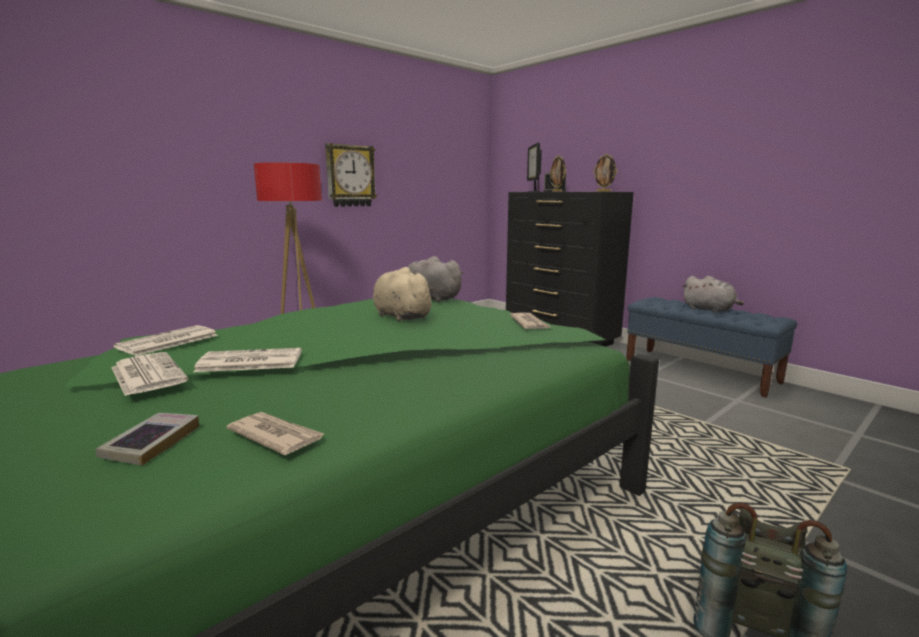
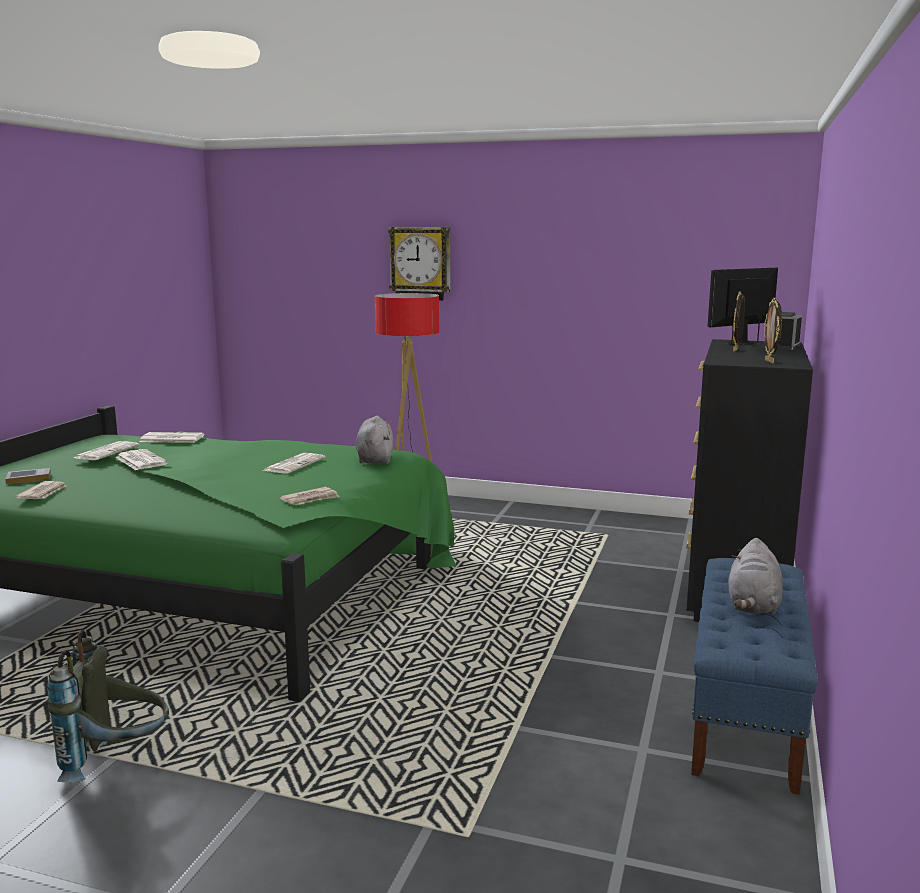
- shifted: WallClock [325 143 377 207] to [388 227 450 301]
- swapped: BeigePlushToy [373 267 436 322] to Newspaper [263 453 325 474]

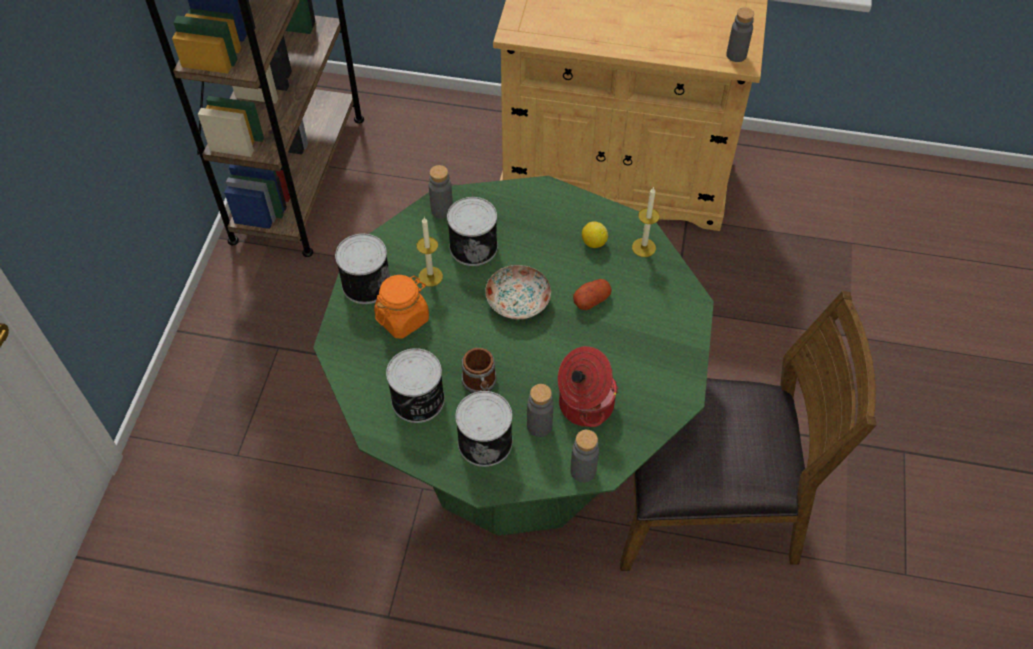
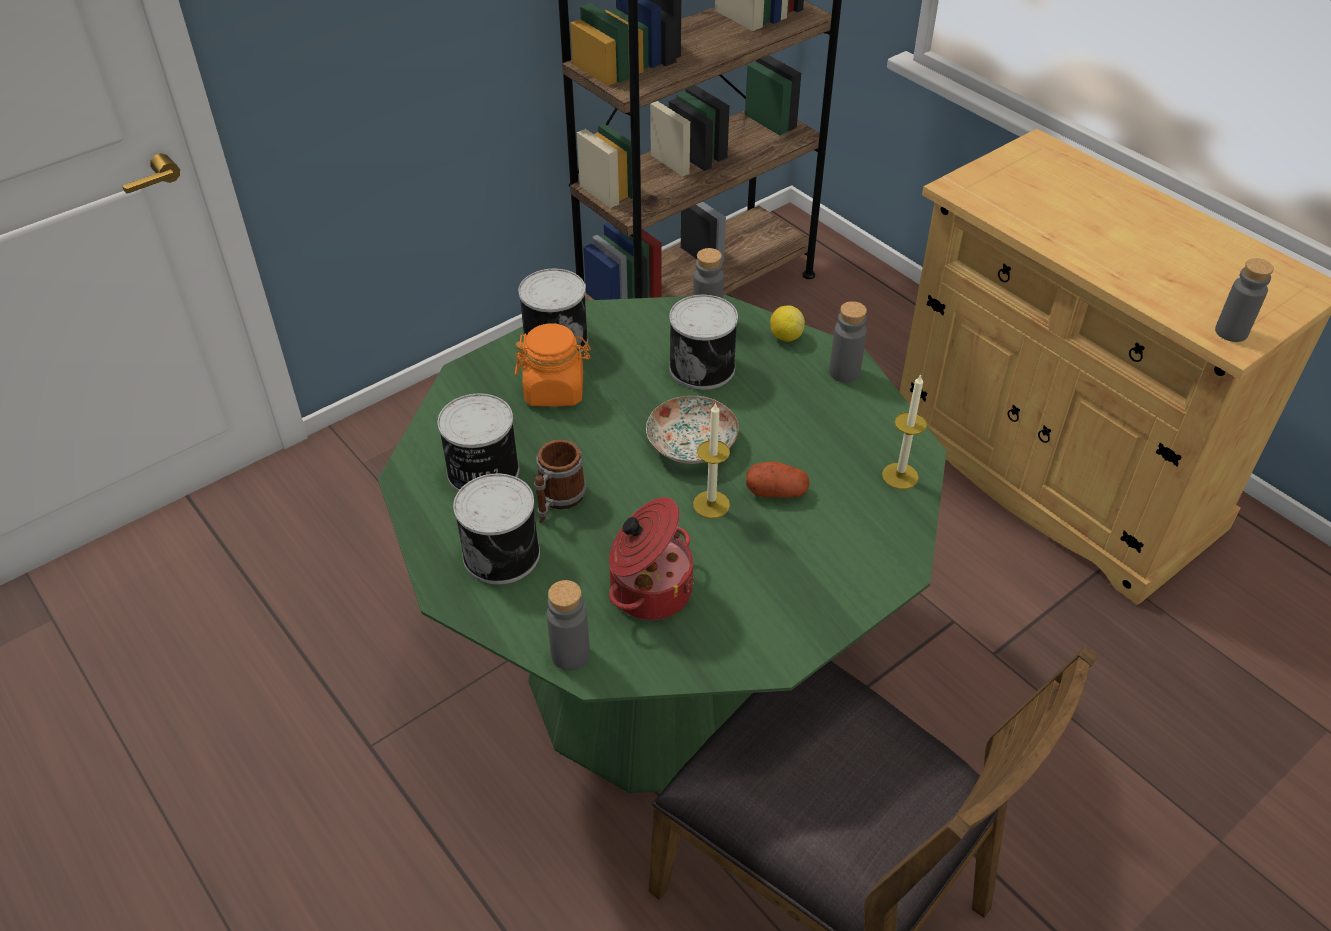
- shifted: Candle [416 217 443 286] to [693 402 730 519]
- shifted: Lemon [582 221 608 248] to [770 305 805 342]
- shifted: GreyBottle [527 384 553 437] to [829 301 867 383]

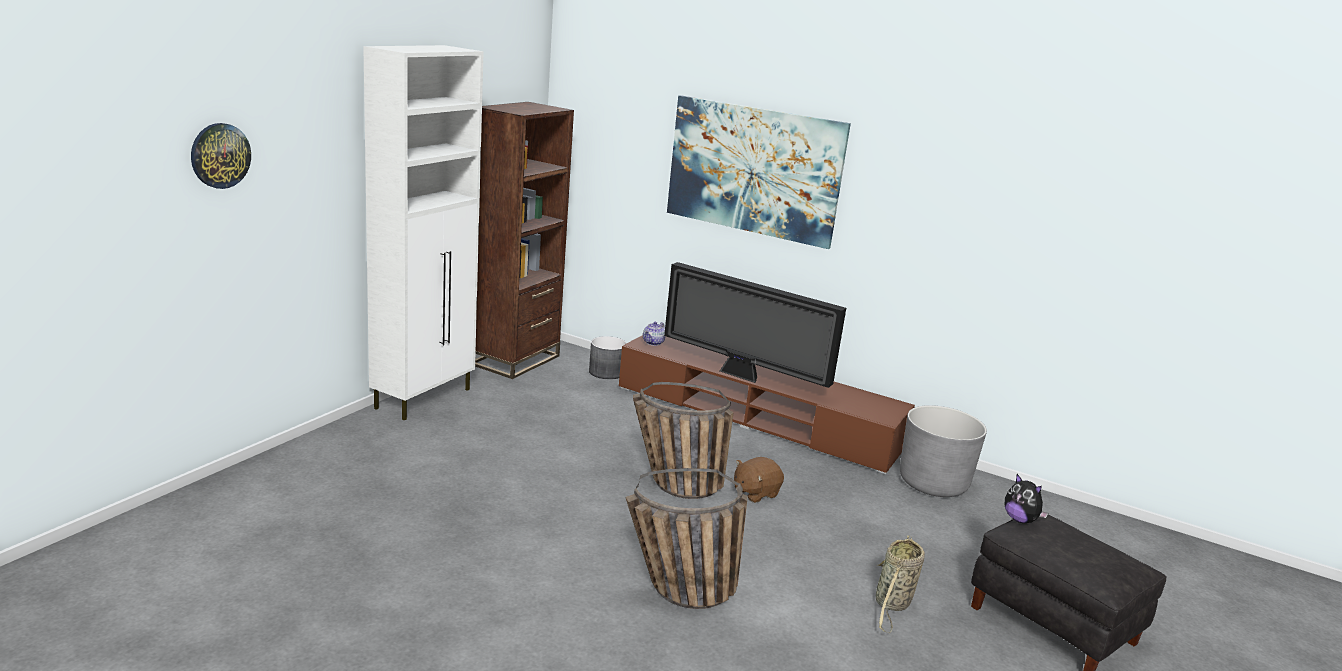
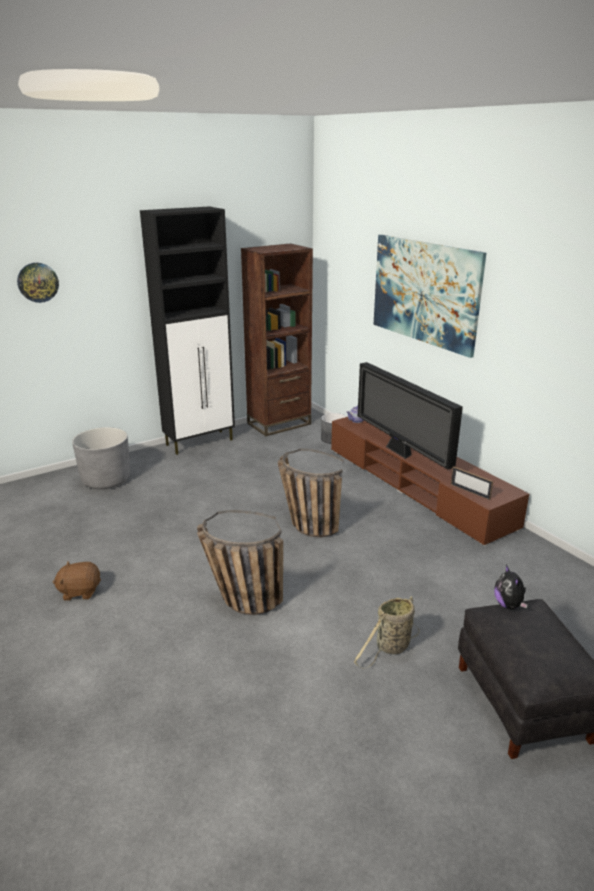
- repainted: WhiteCabinet [363 45 484 421] to BlackCabinet [140 206 235 455]
- shifted: GreyPlanter [900 405 987 497] to [72 427 130 489]
- shifted: BrownPlushToy [734 457 784 503] to [53 561 101 601]
- new: PictureFrame [451 466 493 500]

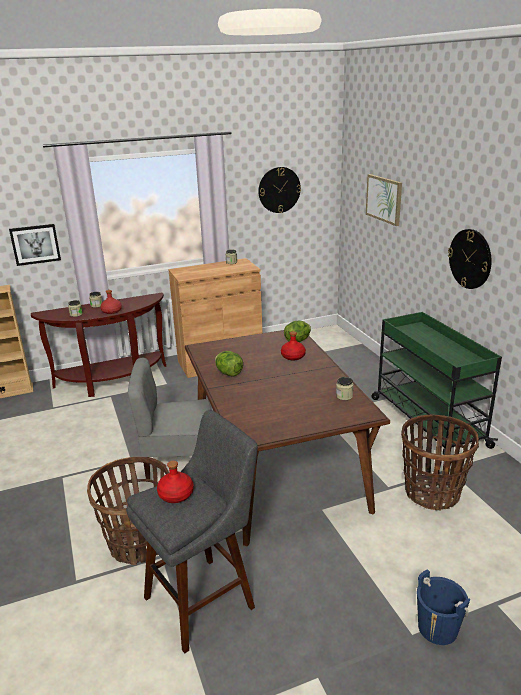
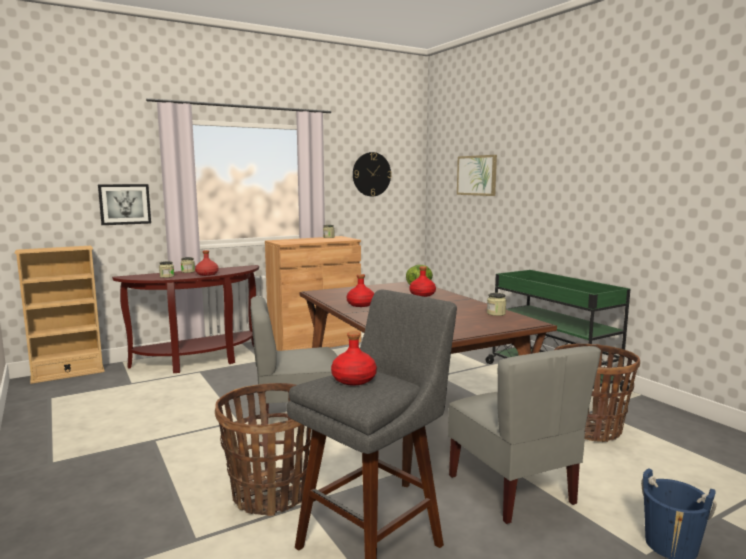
- gone: WallClock [448 229 492 289]
- swapped: Lettuce [215 351 243 377] to RedBottle [347 274 374 307]
- new: GreyChair [448 346 601 524]

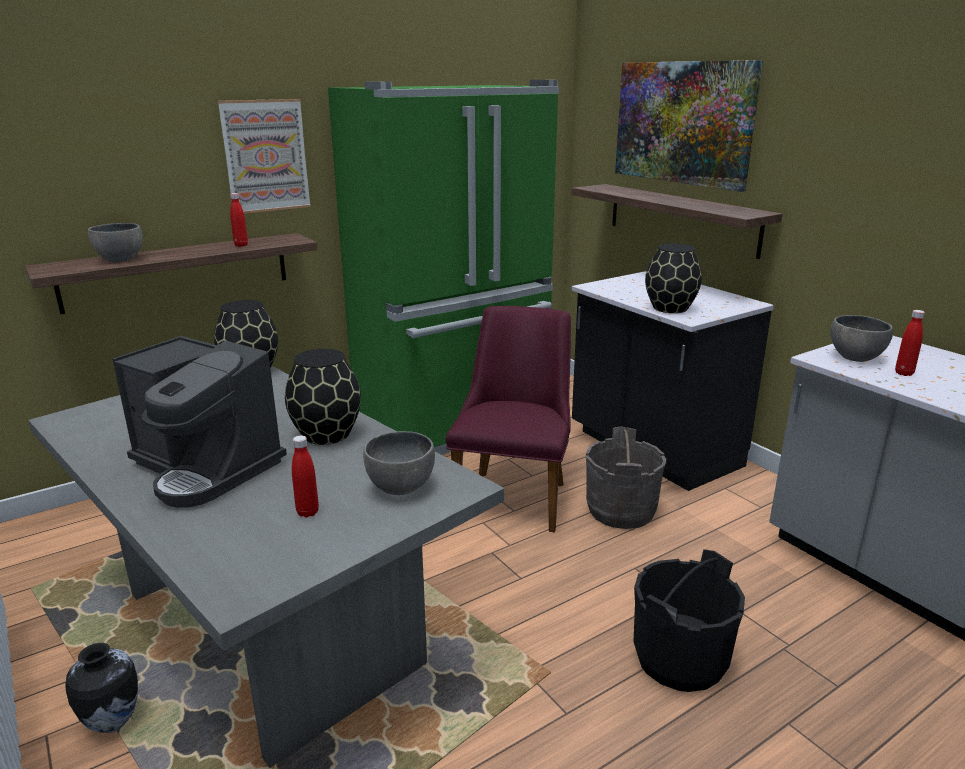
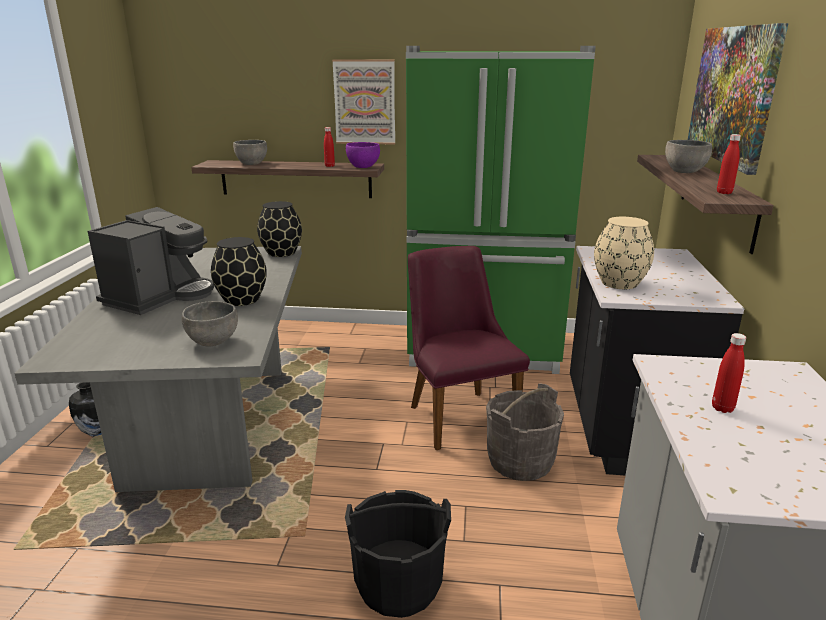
- repainted: BlackVase [645 244 702 313] to BeigeVase [594 217 654 289]
- rotated: PurpleChair [446 306 571 532] = [408 246 530 450] 75 degrees counterclockwise
- shifted: GreyBowl [831 315 893 362] to [665 140 712 173]
- rotated: CoffeeMachine [113 336 287 508] = [87 207 214 315] 135 degrees counterclockwise
- shifted: RedBottle [292 435 319 517] to [717 134 741 194]
- new: PurpleBowl [346 142 380 168]

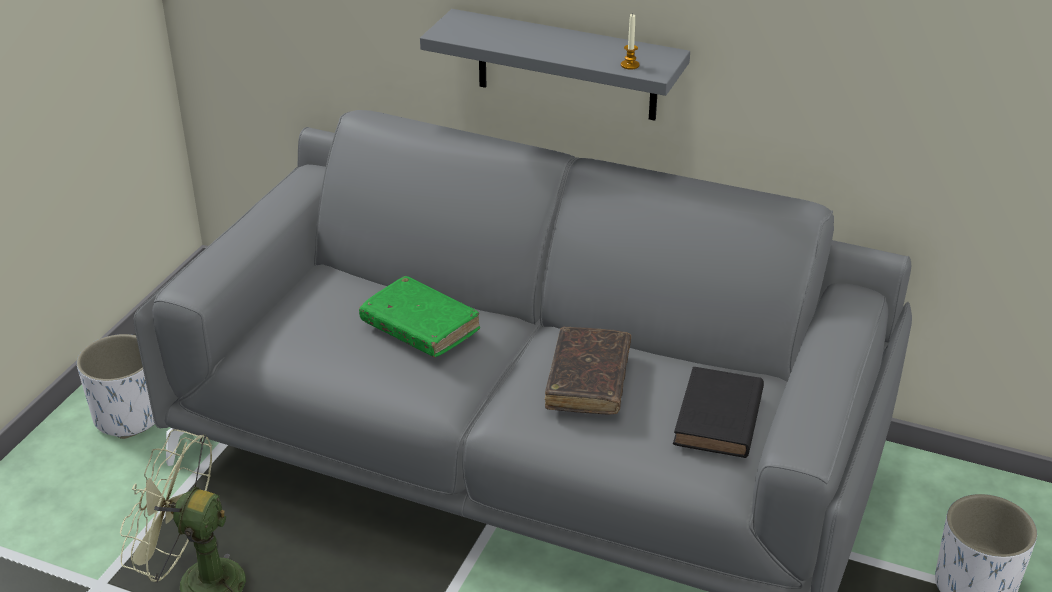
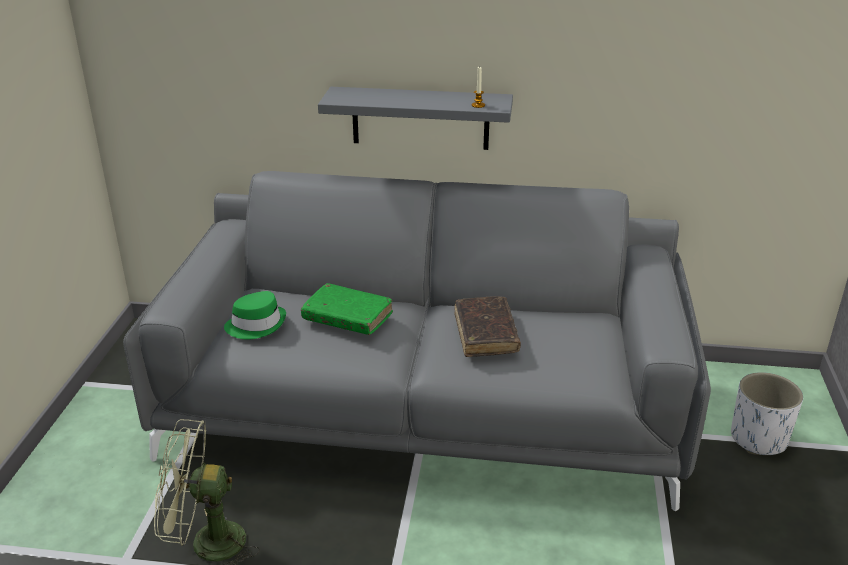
- gone: WhitePlanter [77 334 155 439]
- gone: BlackBook [673 367 764 458]
- new: GreenHat [224 291 286 340]

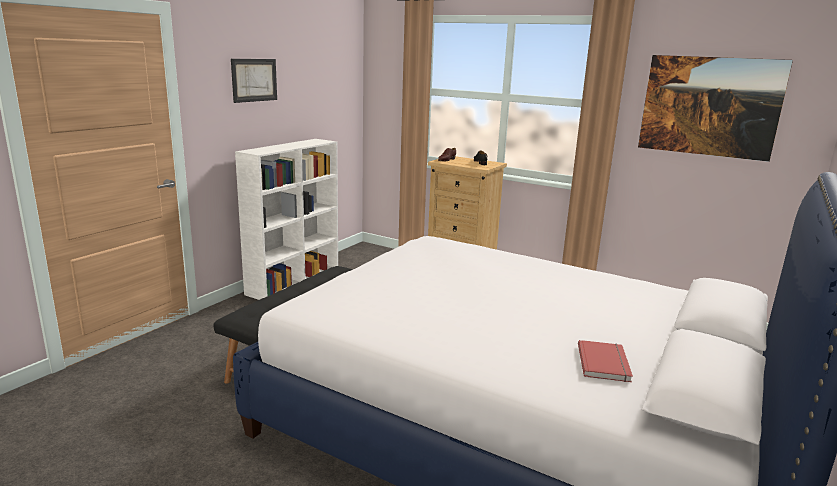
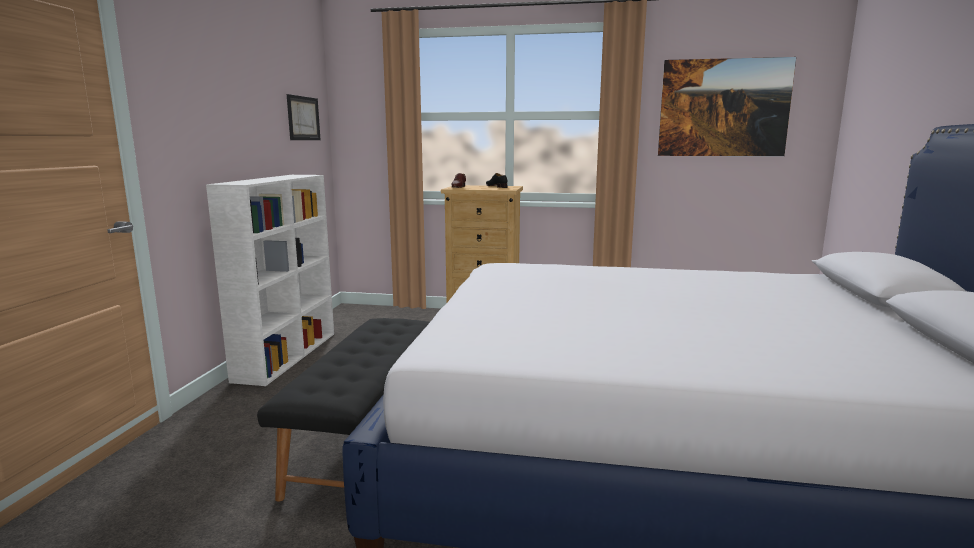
- shifted: Picture [231 59 277 103] to [287 94 321 140]
- gone: RedBook [578 340 633 382]

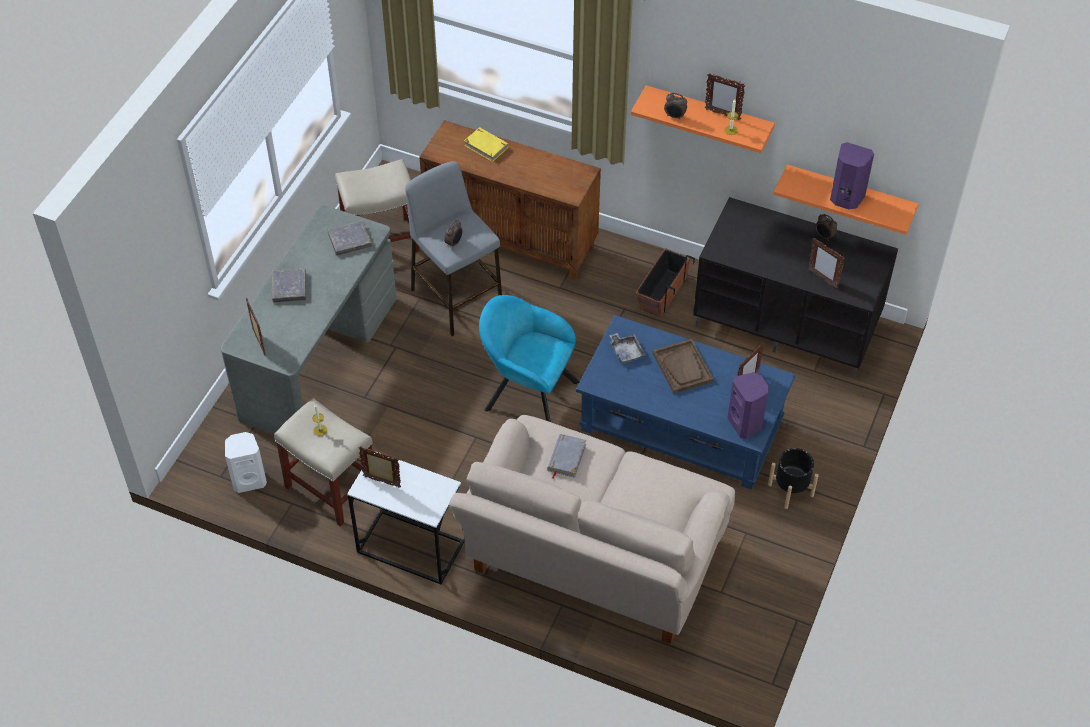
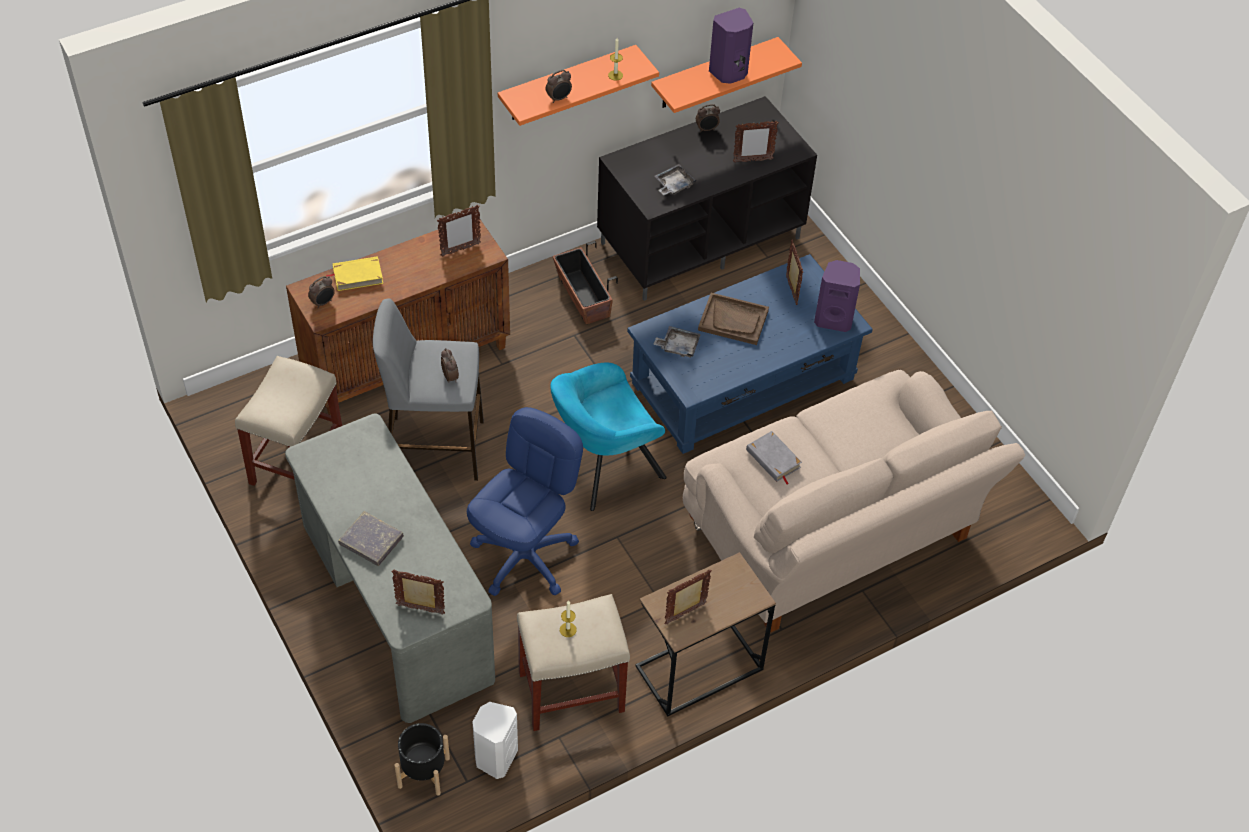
- shifted: PictureFrame [705 73 745 120] to [437 205 481 256]
- gone: GreyBook [328 220 372 255]
- shifted: BlackPlanter [768 448 819 509] to [394 723 450 796]
- repainted: WhiteSideTable [347 450 464 584] to BrownSideTable [636 552 776 716]
- new: GreyTray [655 164 697 195]
- new: AlarmClock [308 276 335 308]
- new: BlueOfficeChair [467 407 583 596]

